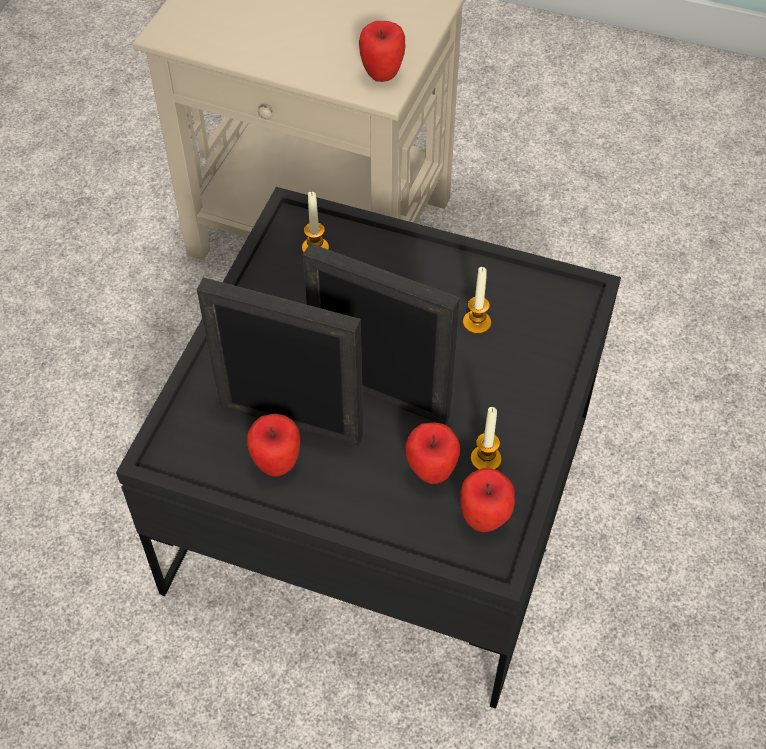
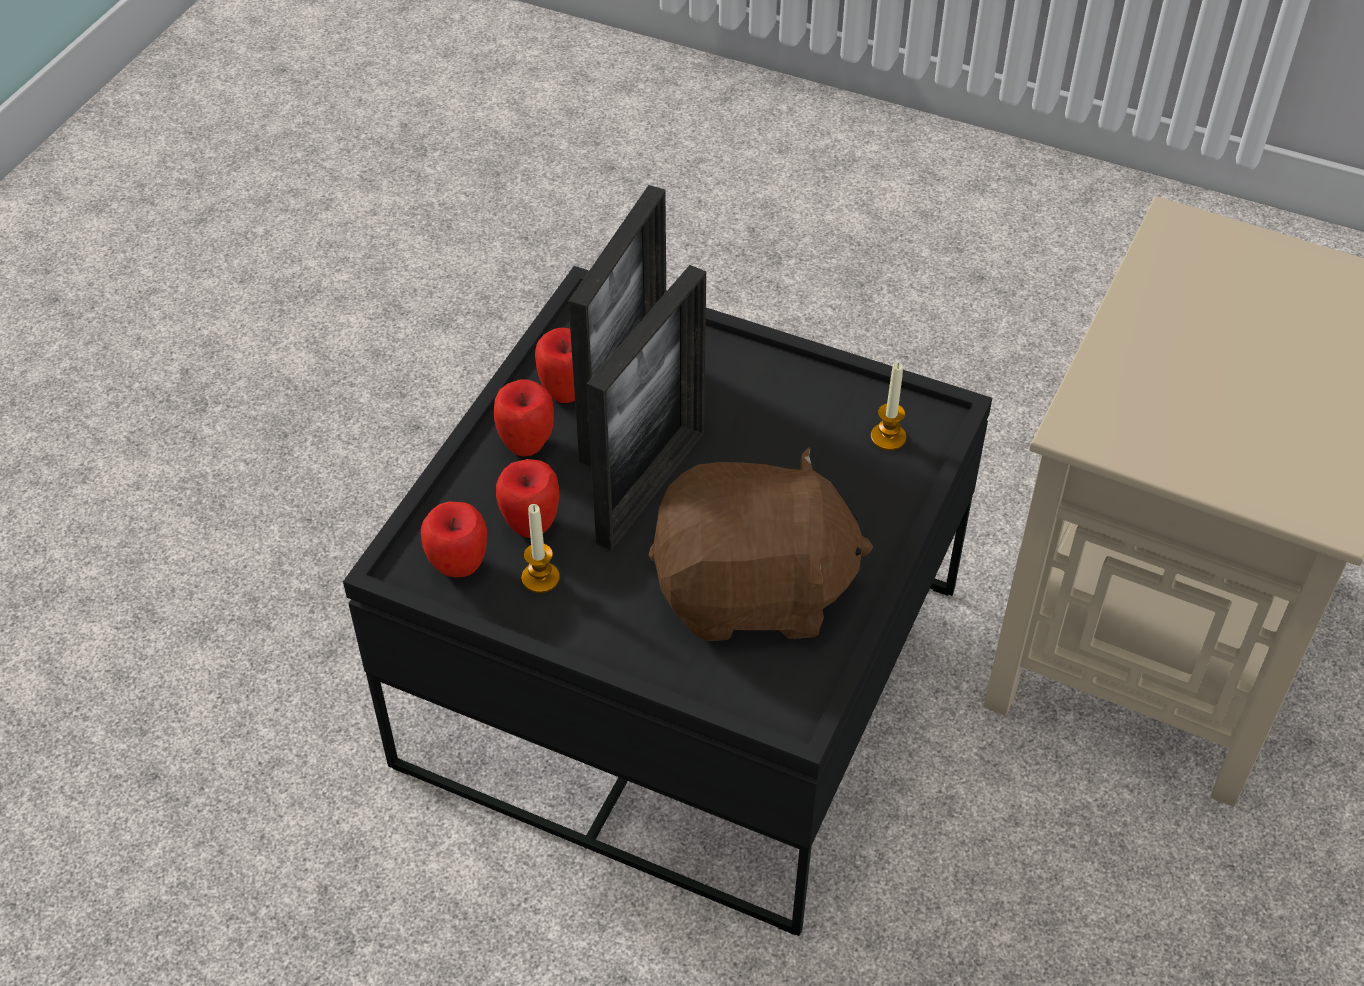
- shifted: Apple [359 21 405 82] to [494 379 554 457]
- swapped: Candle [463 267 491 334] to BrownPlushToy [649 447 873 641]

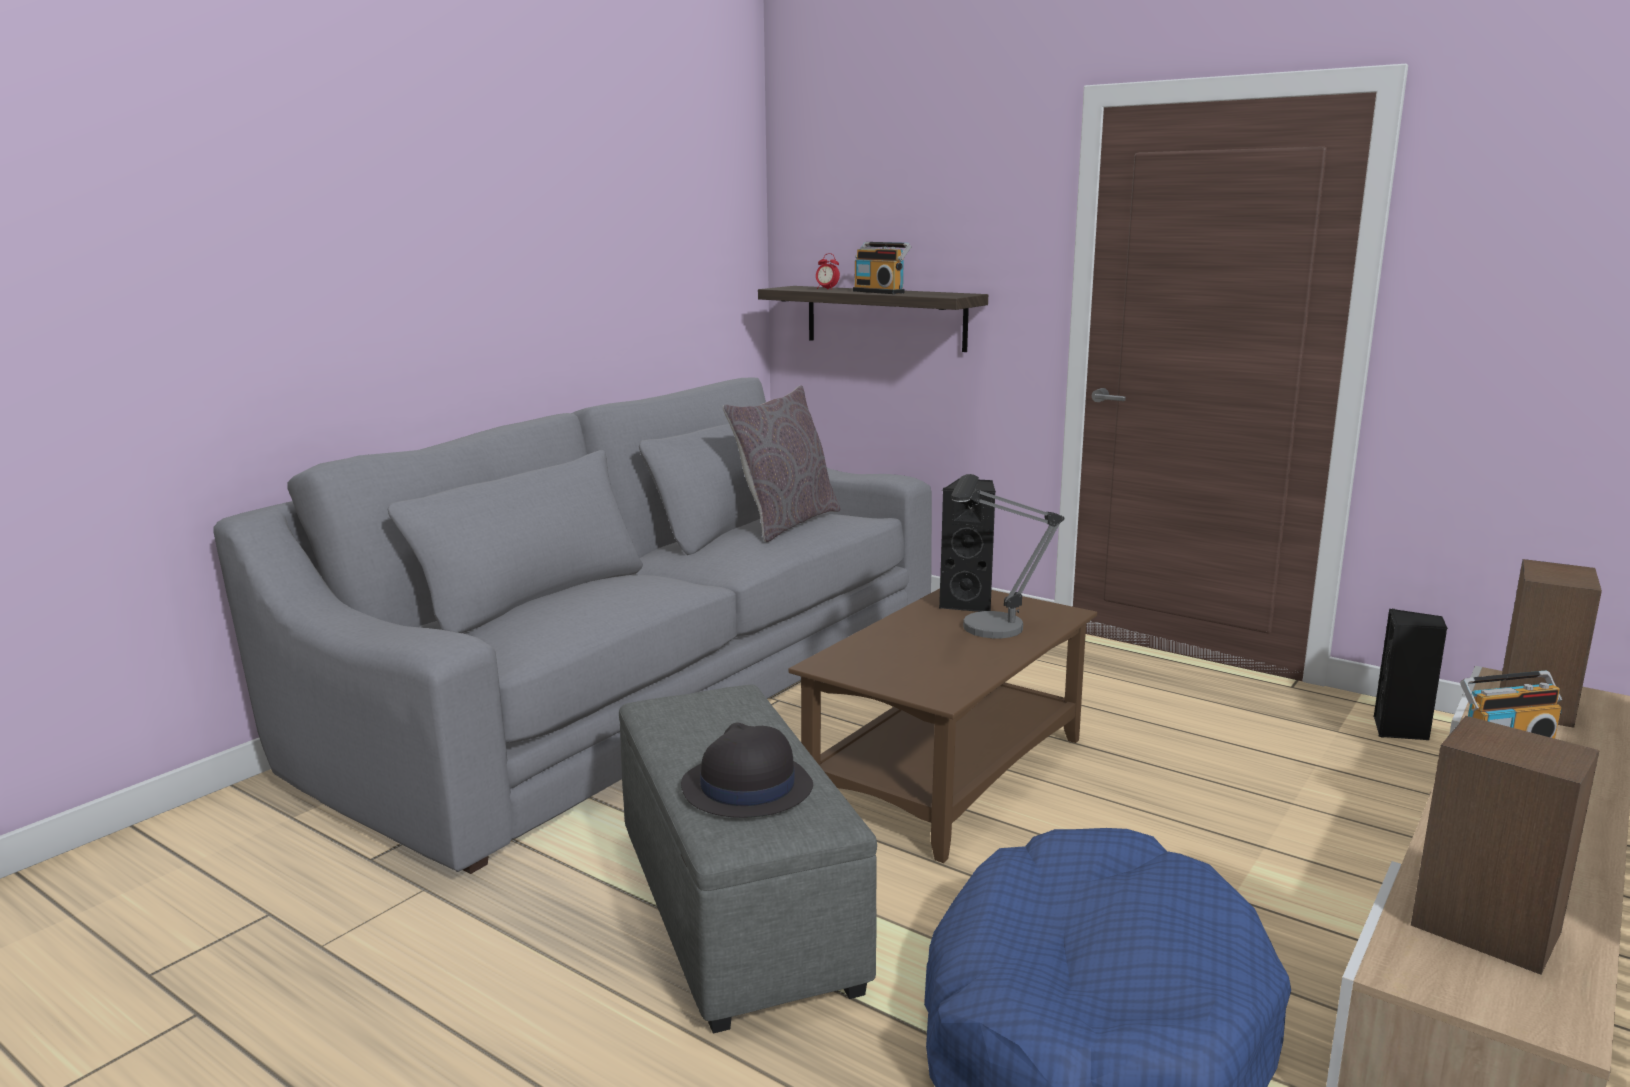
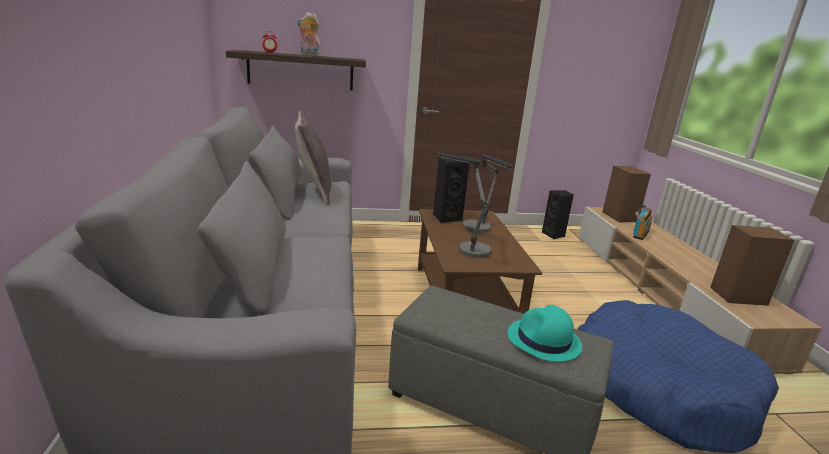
- swapped: Radio [853 242 911 294] to PlushToy [297 12 321 57]
- repainted: BlackHat [681 722 813 818] to TurquoiseHat [508 305 582 362]
- new: TableLamp [437 152 491 258]

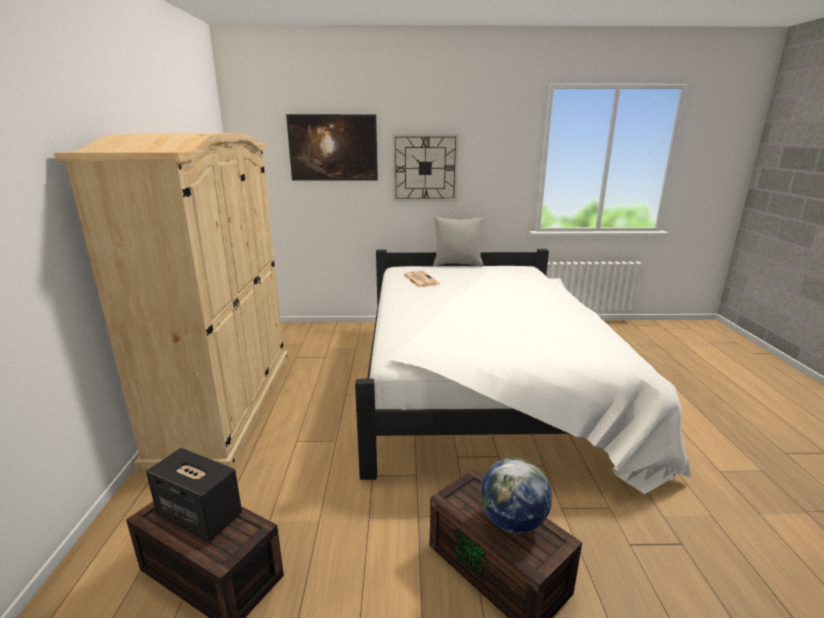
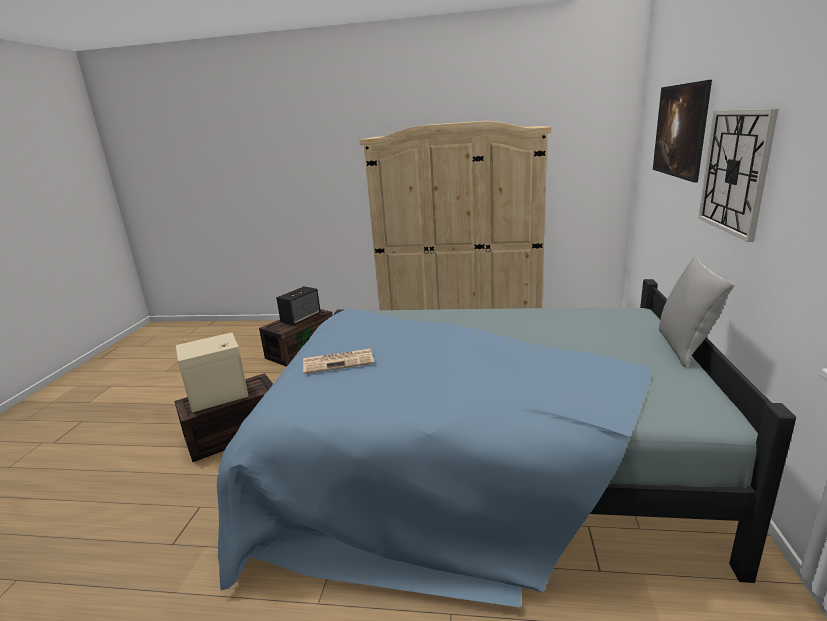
- repainted: WhiteBed [355 249 690 494] to BlueBed [217 279 796 608]
- shifted: Newspaper [403 271 440 287] to [303 349 374 374]
- swapped: Globe [480 458 552 534] to BeigeSpeaker [176 332 249 413]

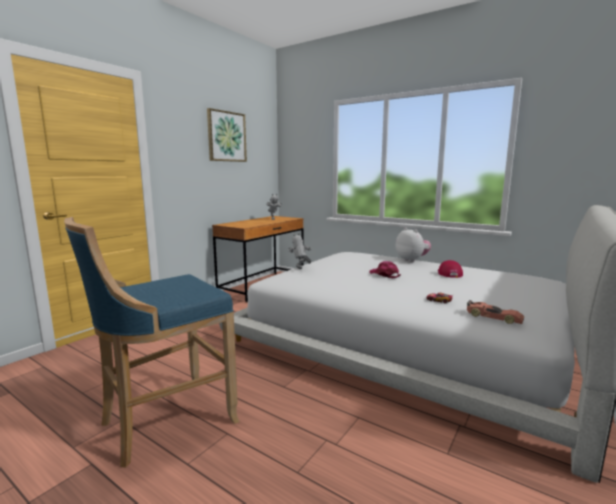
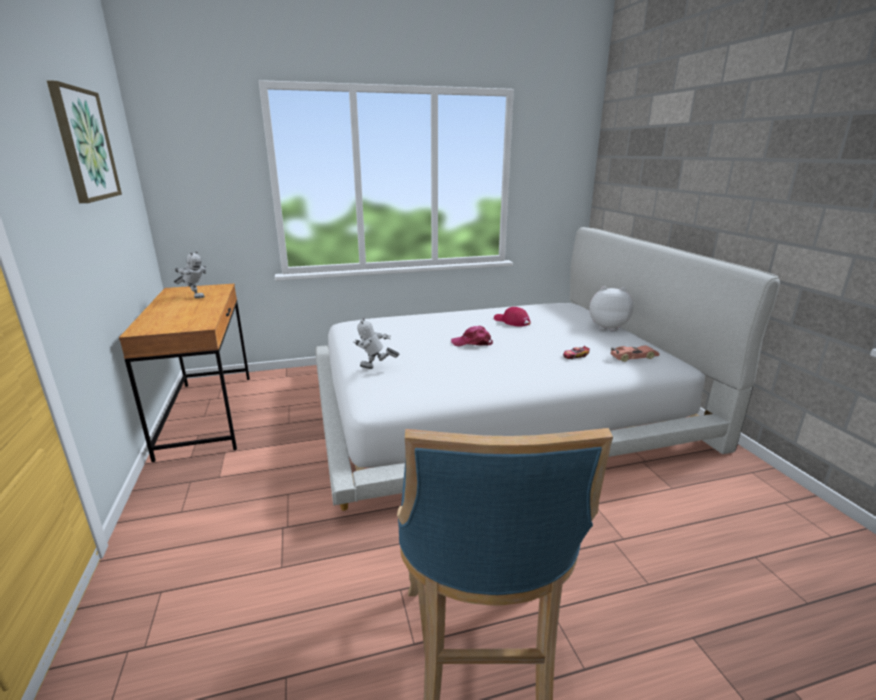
- shifted: PlushToy [396 227 431 262] to [589 286 633 331]

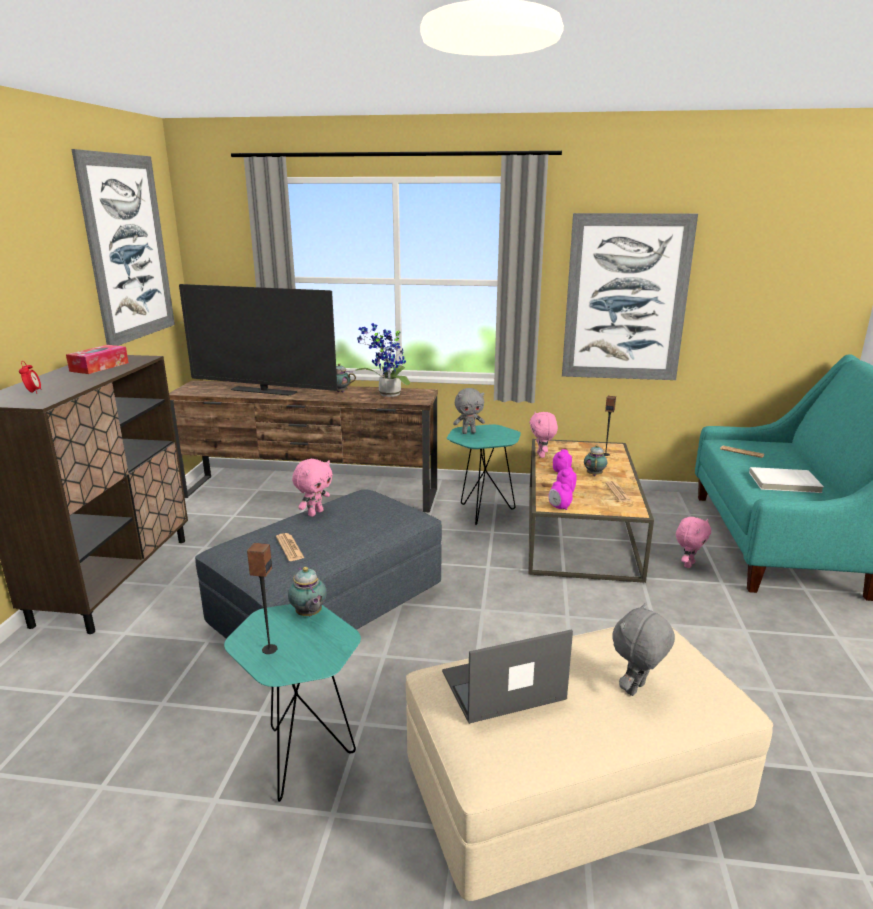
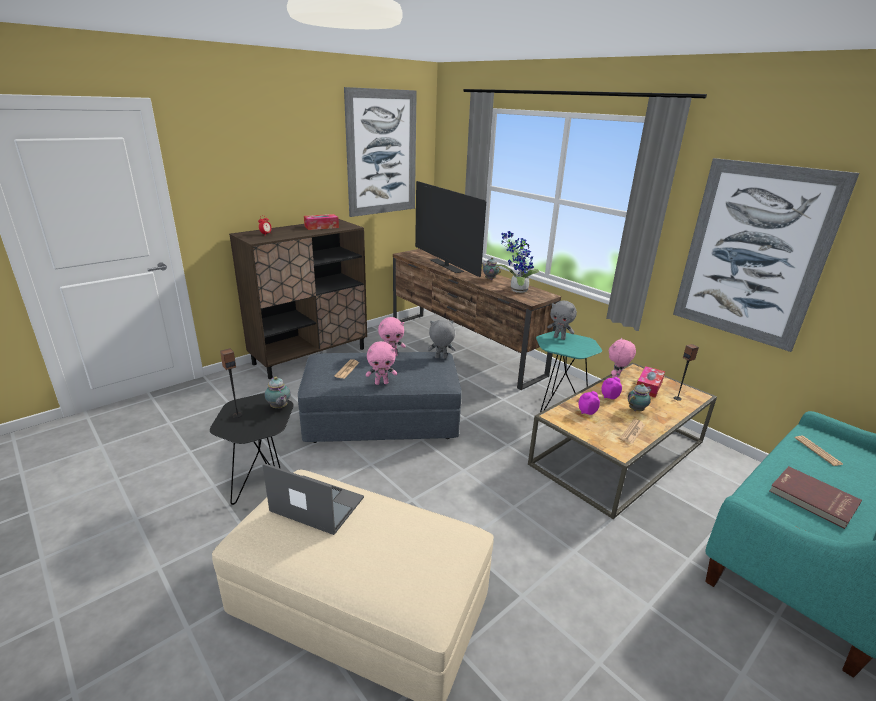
- repainted: WhiteBook [749 467 824 493] to RedBook [769 466 862 529]
- gone: AlarmClock [548 481 572 510]
- shifted: PinkPlushToy [676 517 711 568] to [366 341 397 385]
- rotated: Teapot [288 567 327 616] = [265 377 291 409] 45 degrees counterclockwise
- shifted: GreyPlushToy [612 603 675 696] to [427 320 456 358]
- repainted: TurquoiseSideTable [224 604 361 802] to BlackSideTable [210 393 294 505]
- new: TissueBox [636 366 665 397]

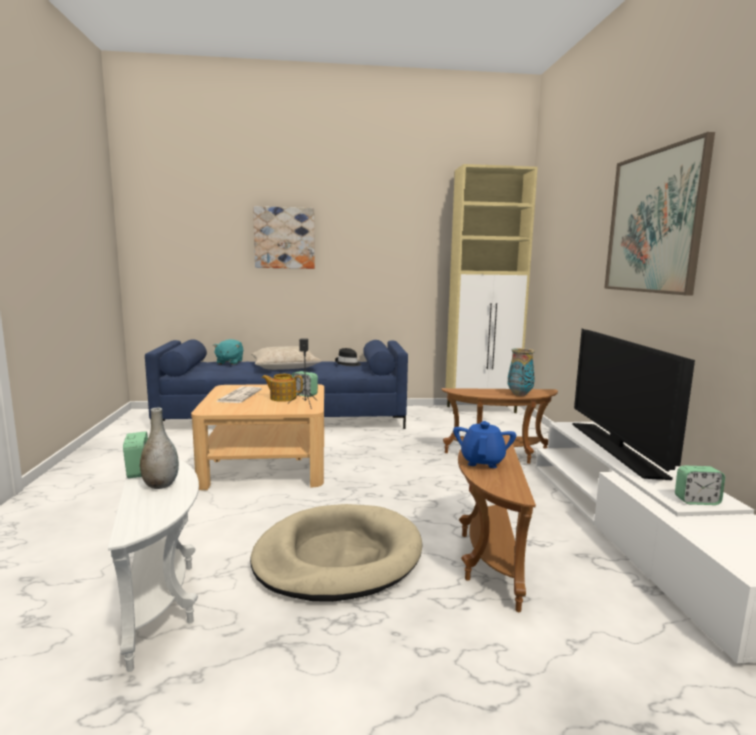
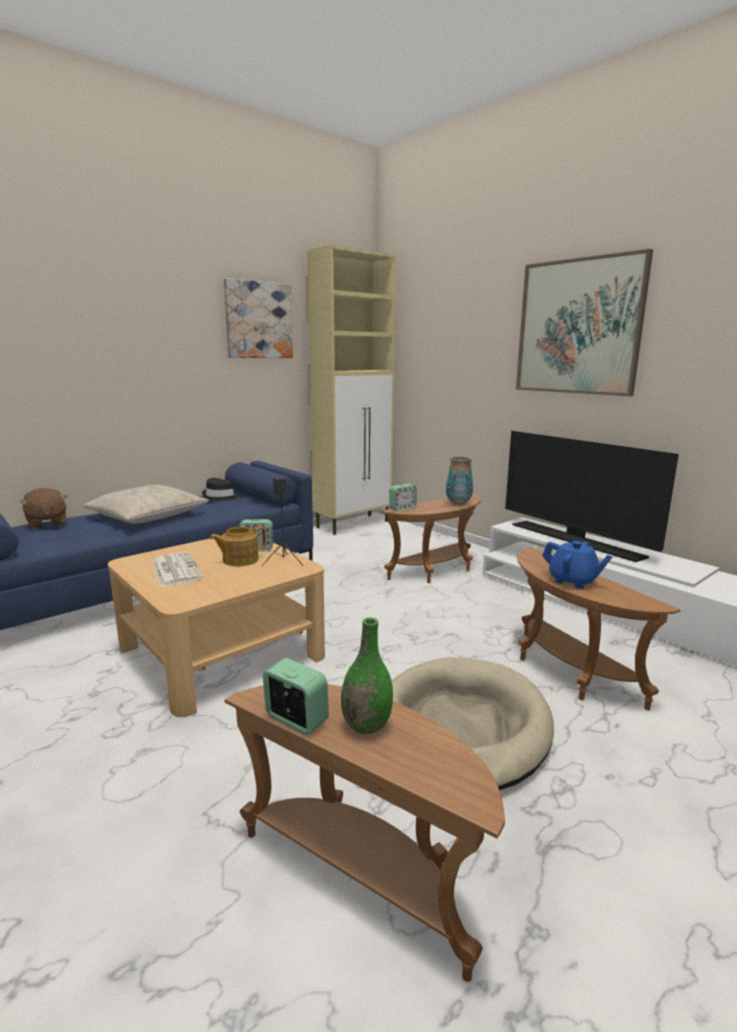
- shifted: Picture [253 206 315 269] to [224 278 293 358]
- repainted: TurquoisePlushToy [213 339 243 365] to BrownPlushToy [20 488 68 529]
- repainted: GreyVase [140 407 179 489] to GreenVase [341 617 393 734]
- rotated: BlueTeapot [453 421 516 468] = [542 541 613 589] 150 degrees clockwise
- repainted: WhiteSideTable [108 459 199 672] to BrownSideTable [224 684 505 982]
- shifted: AlarmClock [675 466 725 505] to [389 484 417 511]

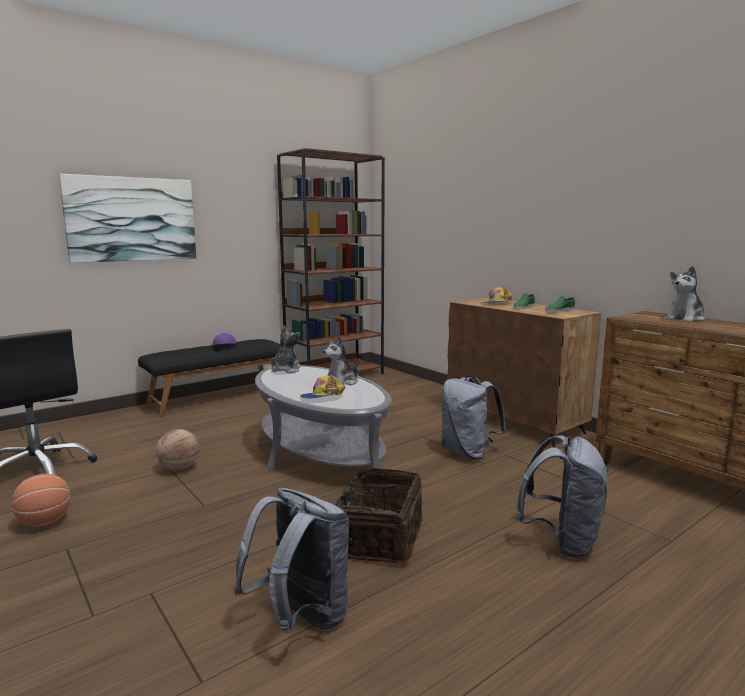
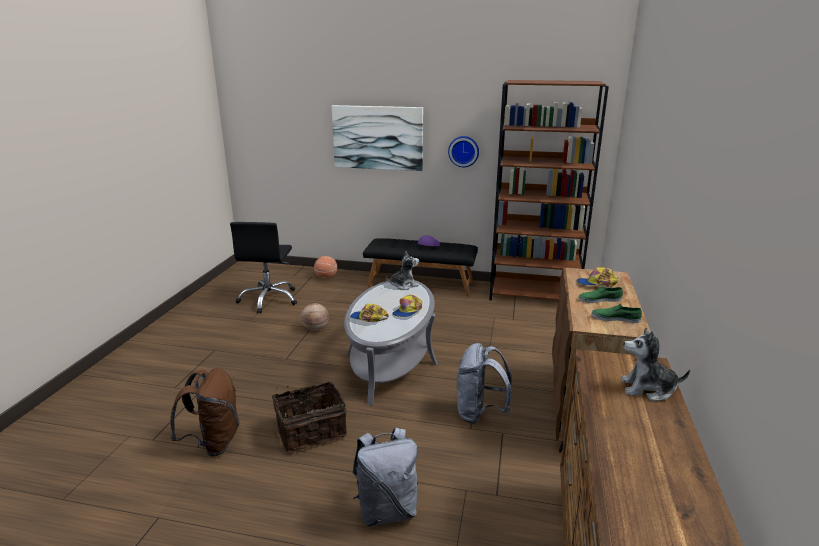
- swapped: PlushToy [323 336 360 385] to Cap [392 295 422 317]
- shifted: Basketball [12 474 71 527] to [314 256 337 279]
- repainted: GreyBackpack [234 488 349 633] to BrownBackpack [170 368 240 457]
- new: WallClock [448 136 479 167]

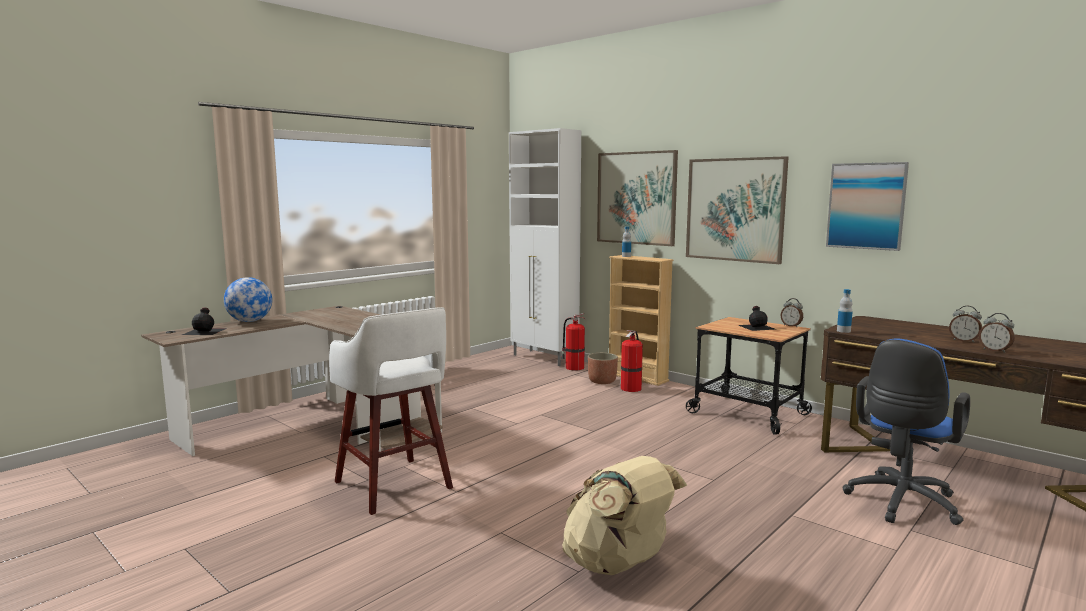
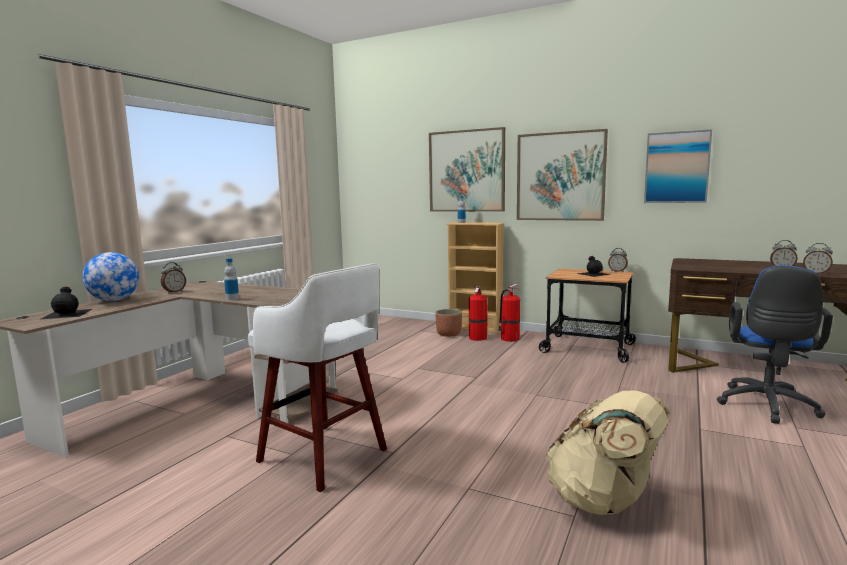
- gone: WhiteCabinet [509 128 581 366]
- shifted: Bottle [837 289 853 333] to [224 258 239 300]
- shifted: FireExtinguisher [561 313 585 370] to [498 284 520 342]
- new: AlarmClock [161 262 186 293]

